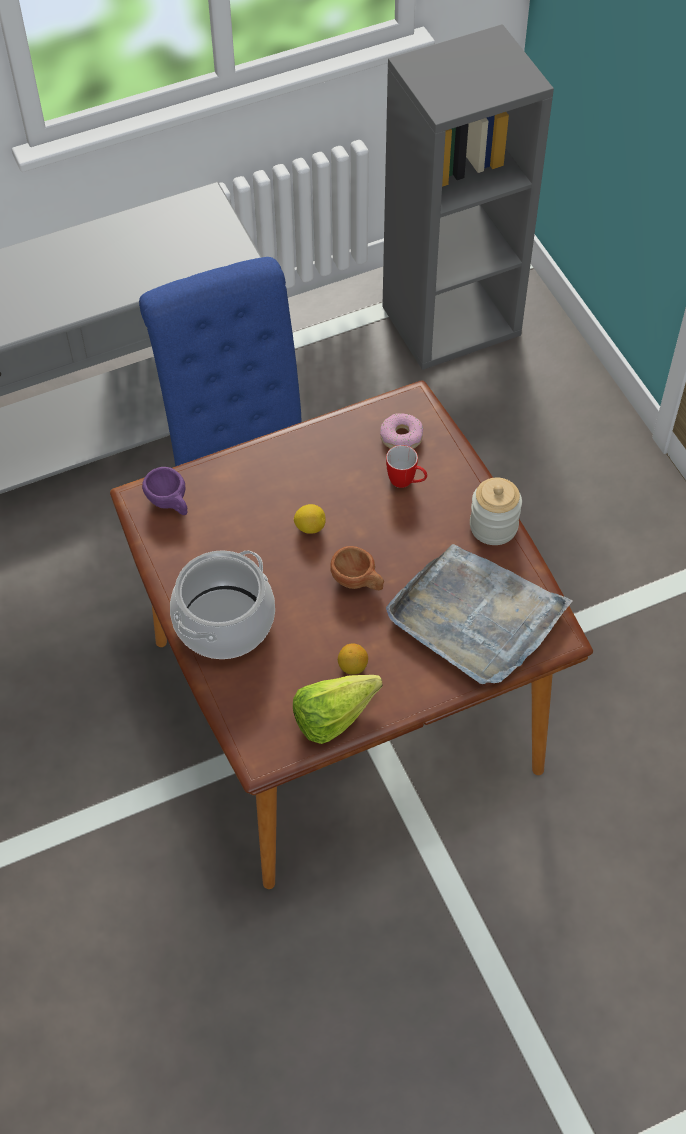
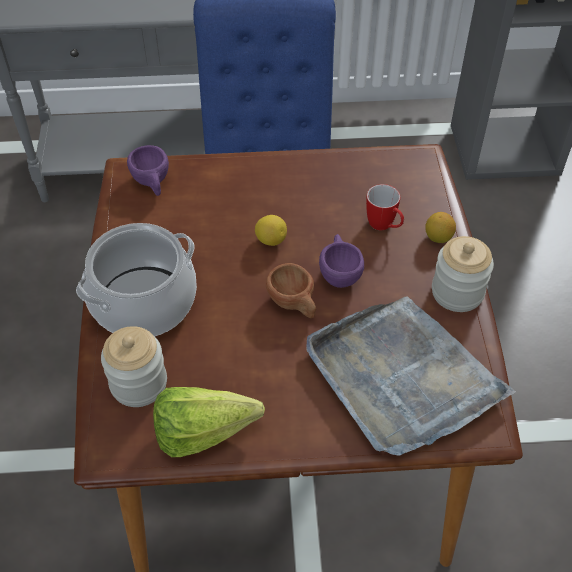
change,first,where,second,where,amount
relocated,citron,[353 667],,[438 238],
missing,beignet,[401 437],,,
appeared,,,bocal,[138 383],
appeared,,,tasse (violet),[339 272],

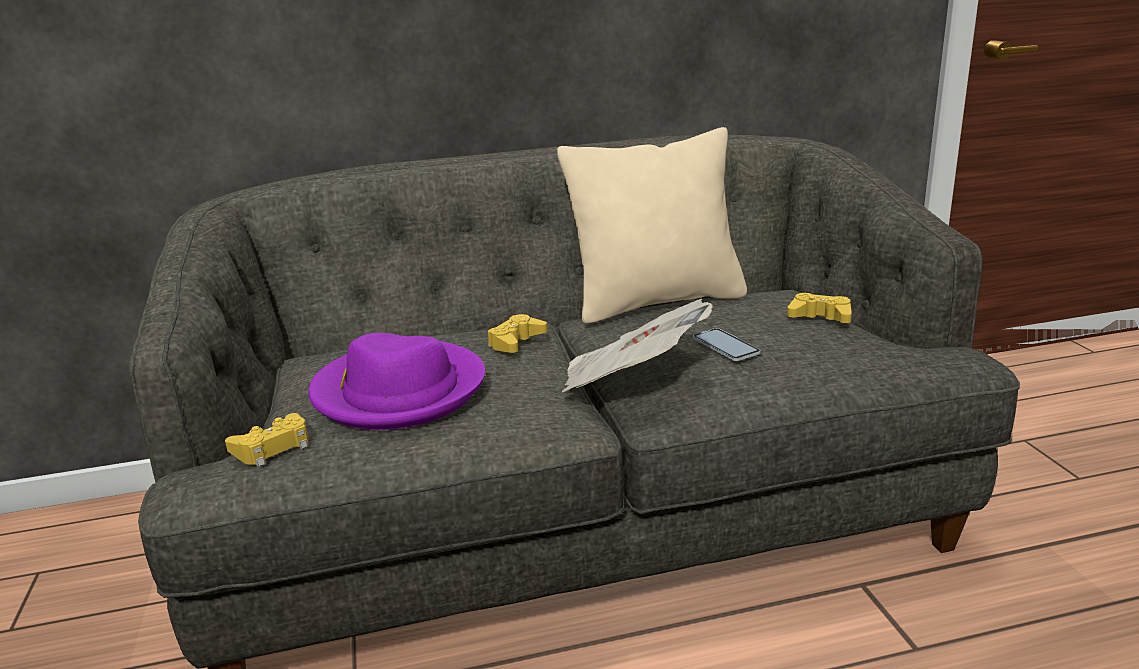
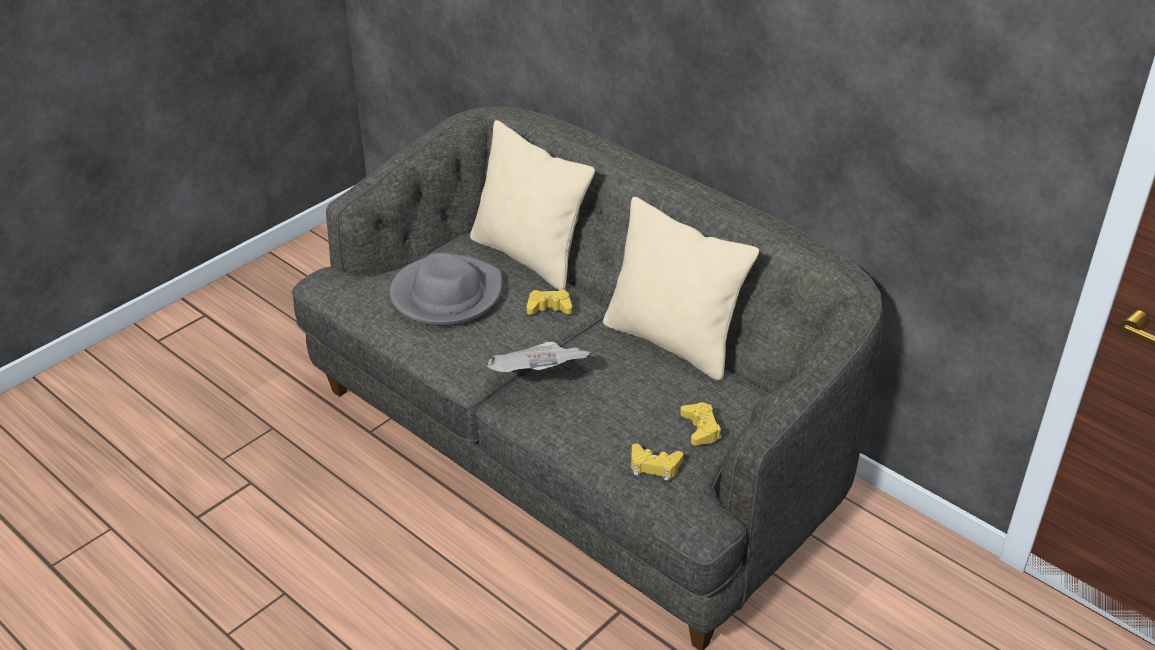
change,first,where,second,where,amount
relocated,manette (jaune),[273 447],,[654 466],
colour,chapeau (violet),[399 391],chapeau (gris),[446 295],
missing,téléphone,[725 346],,,
appeared,,,coussin (beige),[529 256],

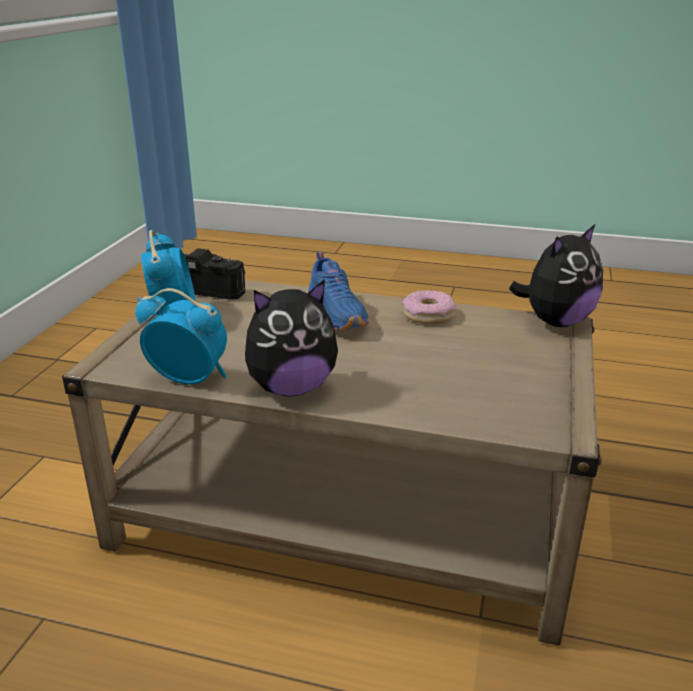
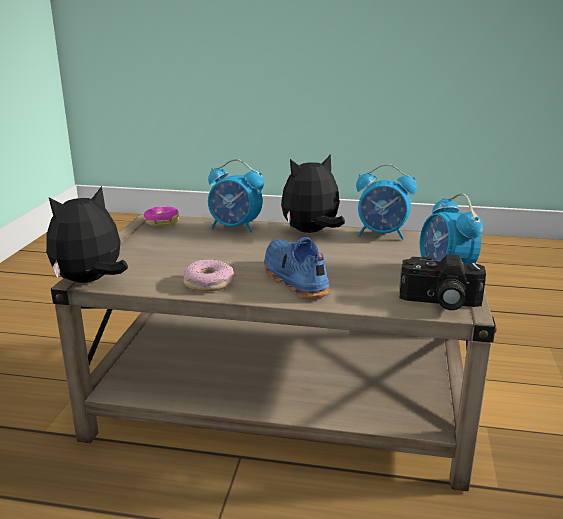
change,first,where,second,where,amount
appeared,,,beignet,[161 222],
appeared,,,réveil,[235 228],

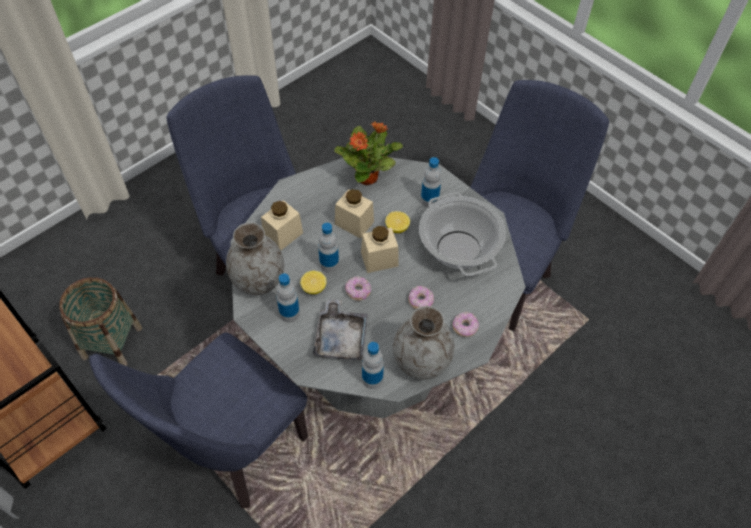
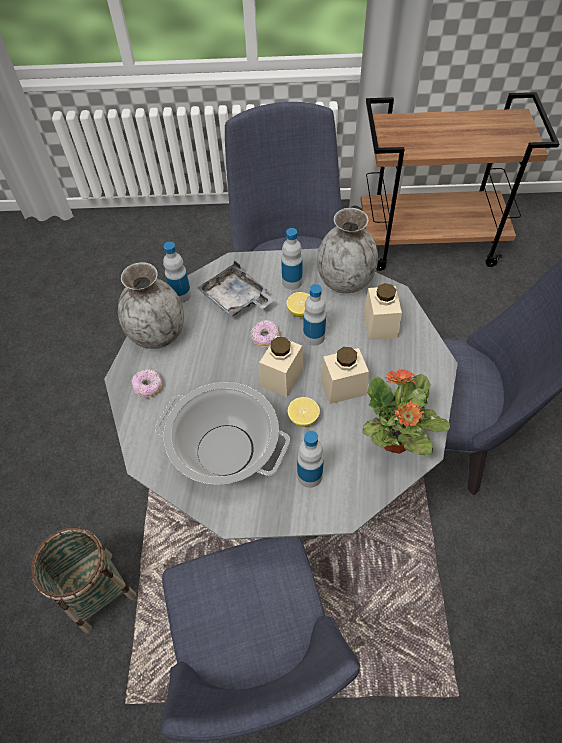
change,first,where,second,where,amount
relocated,panier,[112 342],,[98 591],
missing,beignet,[420 301],,,

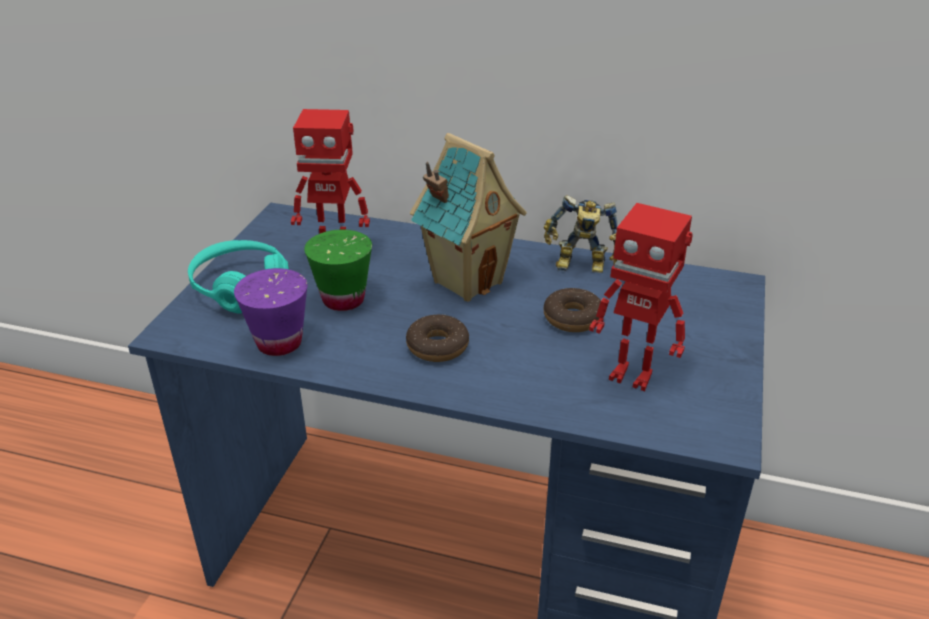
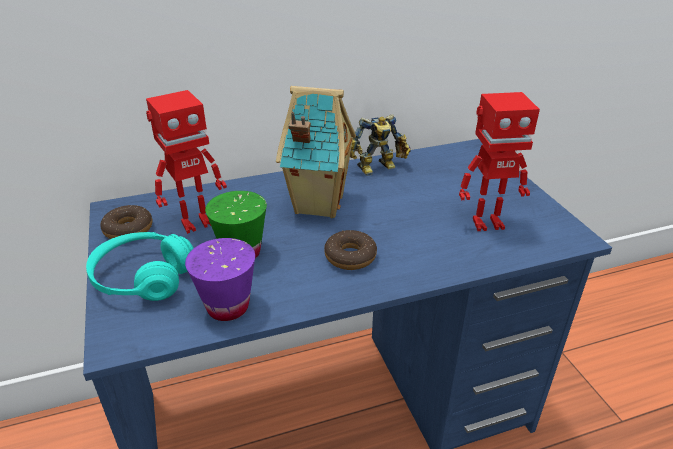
change,first,where,second,where,amount
relocated,beignet,[572 318],,[128 229],

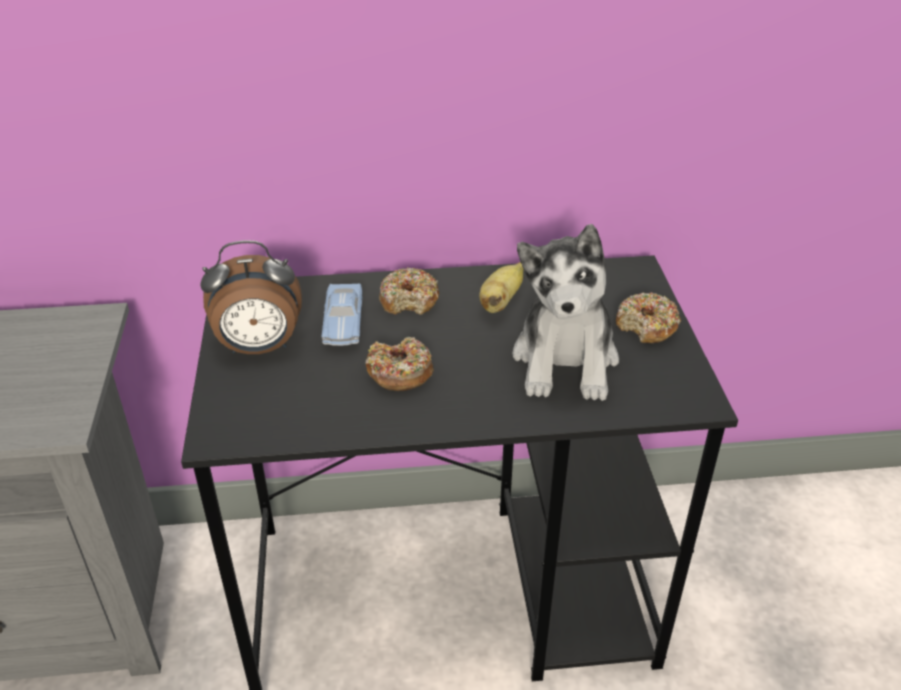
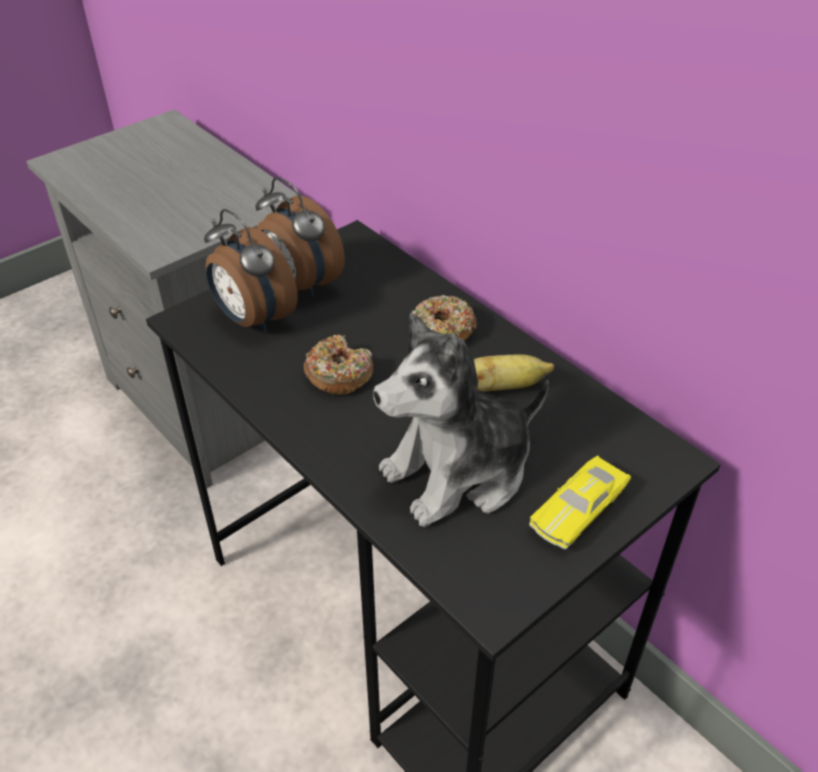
change,first,where,second,where,amount
missing,petite voiture (bleu),[343 323],,,
exchanged,beignet,[647 326],petite voiture (jaune),[578 511],
appeared,,,réveil,[252 319],

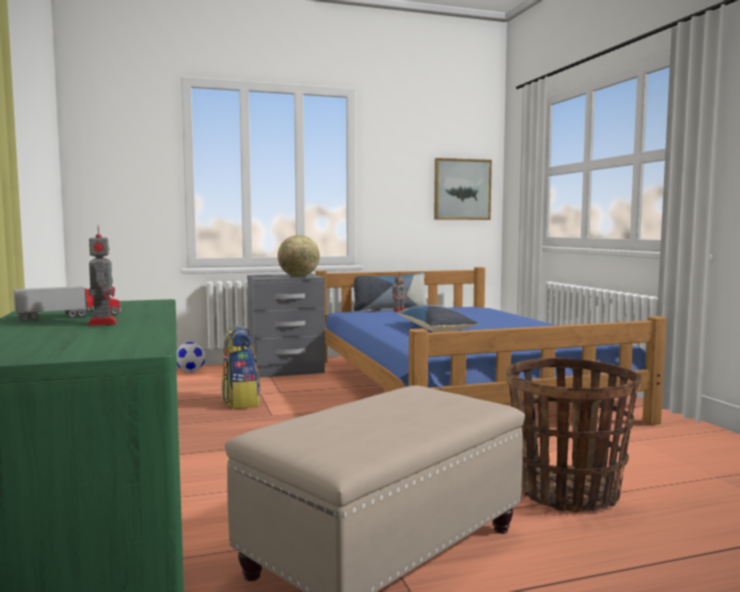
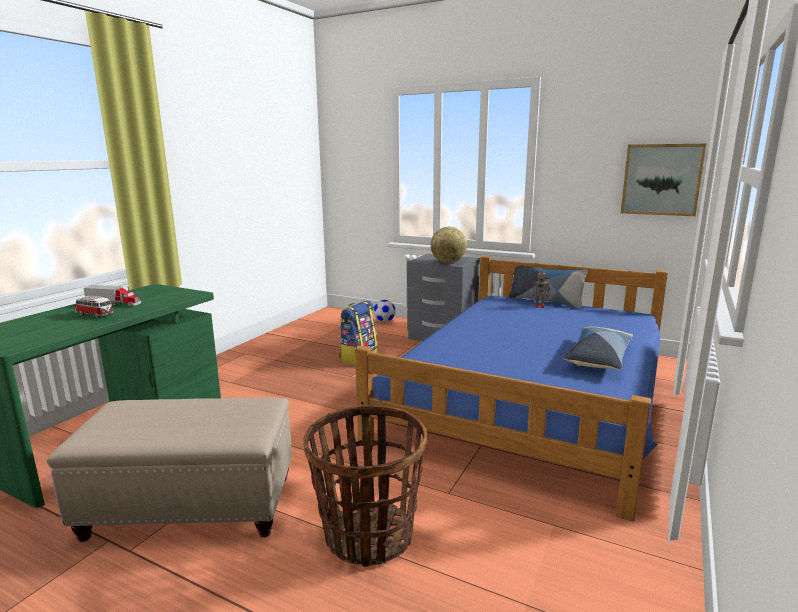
change,first,where,second,where,amount
exchanged,robot jouet,[102 323],petite voiture,[96 315],
relocated,coussin,[435 329],,[598 357],

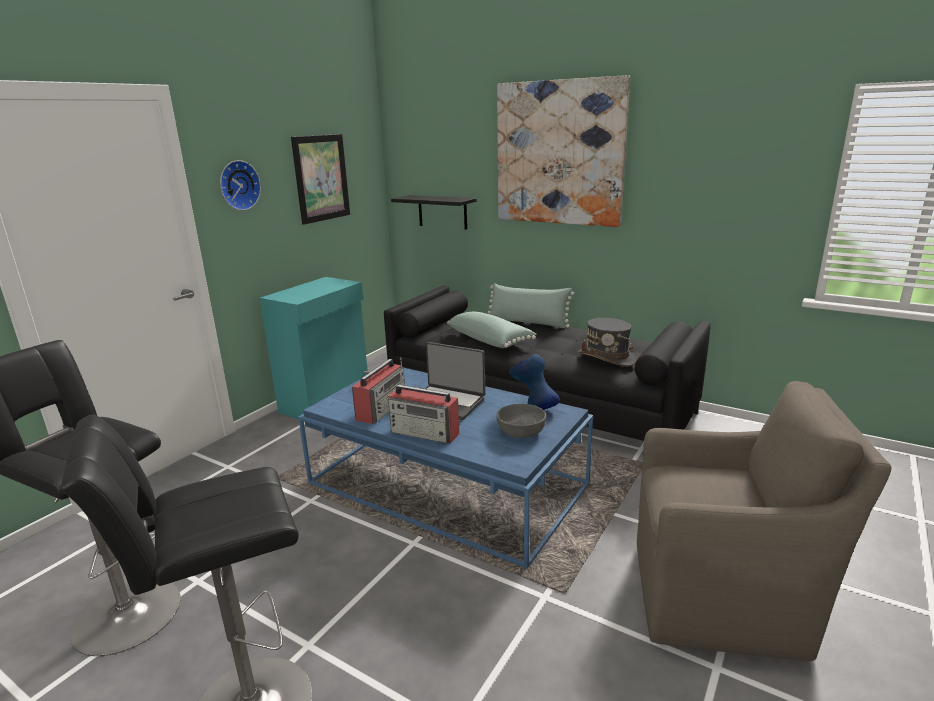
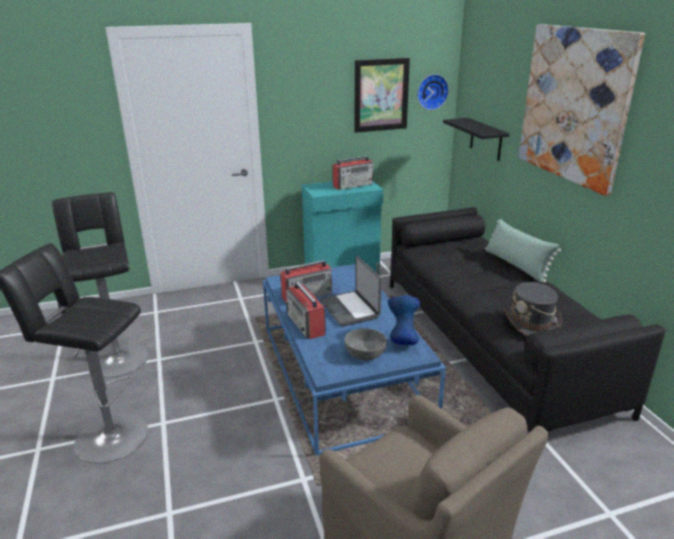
change,first,where,second,where,amount
relocated,horloge murale,[238 185],,[431 91],
missing,coussin (vert),[490 340],,,
appeared,,,radio,[353 185],

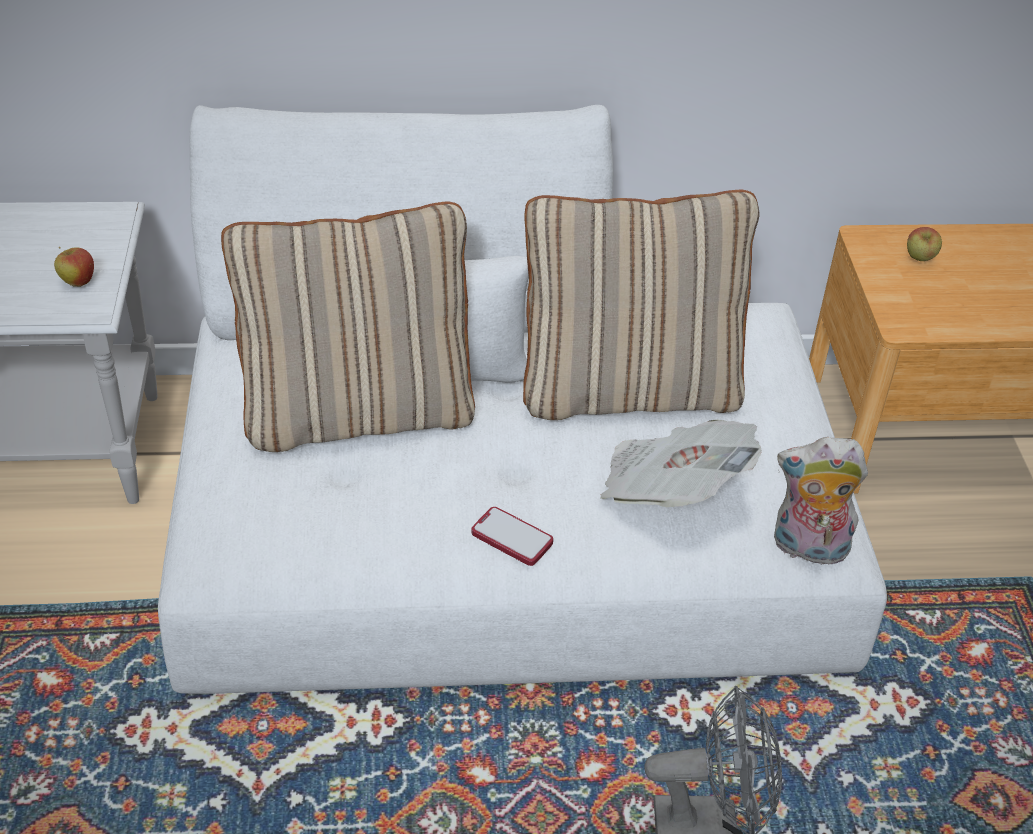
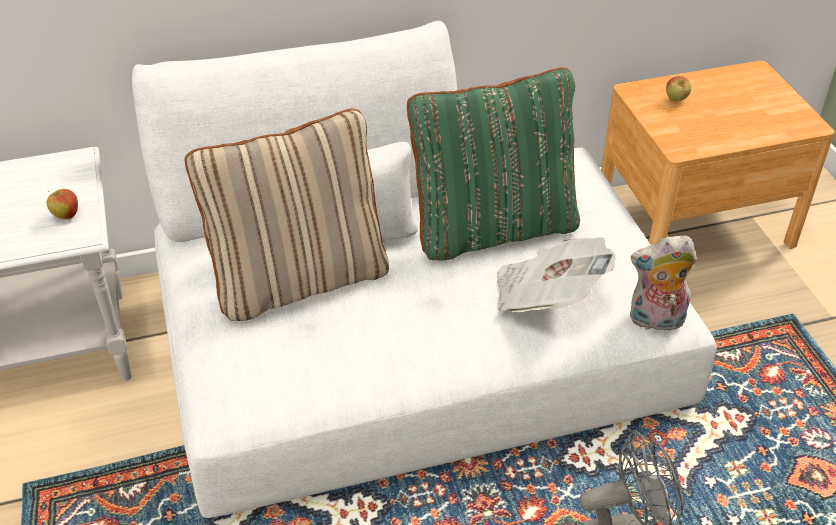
change,first,where,second,where,amount
missing,téléphone,[512 538],,,
colour,coussin (beige),[628 388],coussin (vert),[493 227],

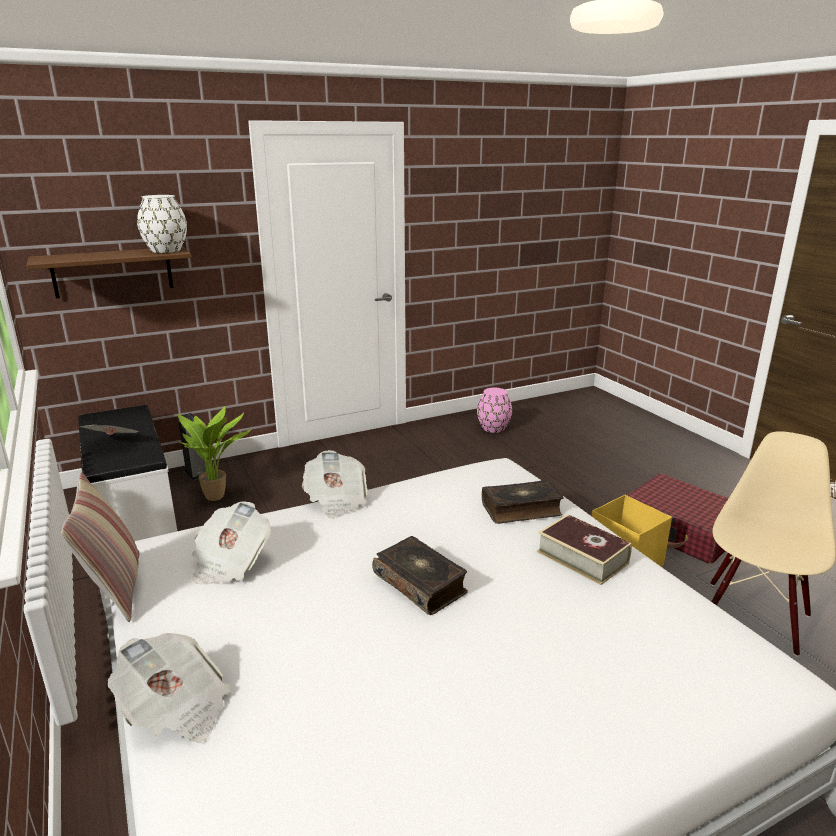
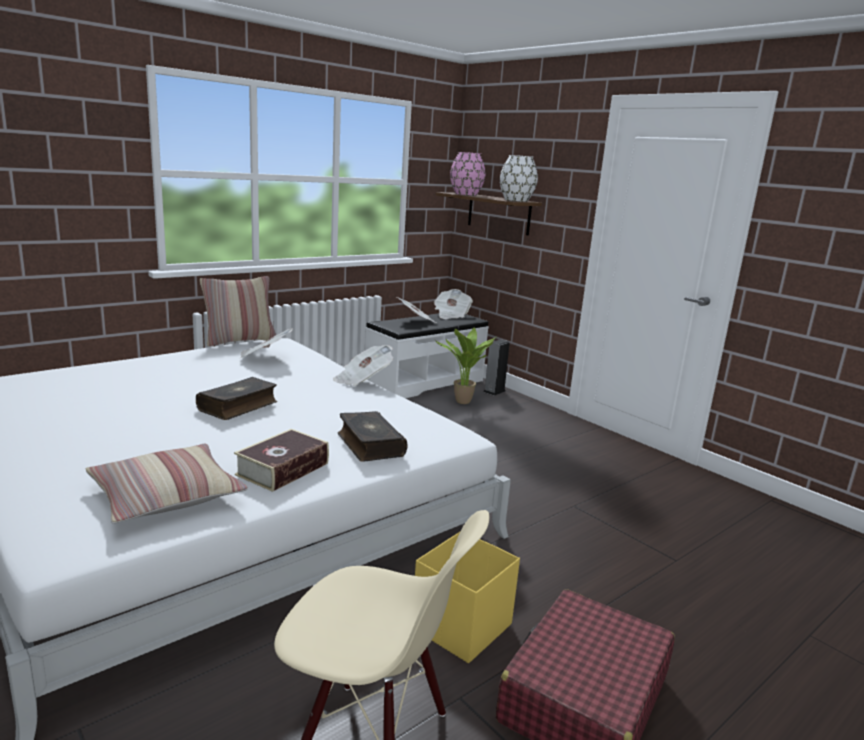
change,first,where,second,where,amount
relocated,journal,[176 709],,[451 315],
relocated,vase (rose),[493 428],,[465 194],
appeared,,,coussin,[166 495],

